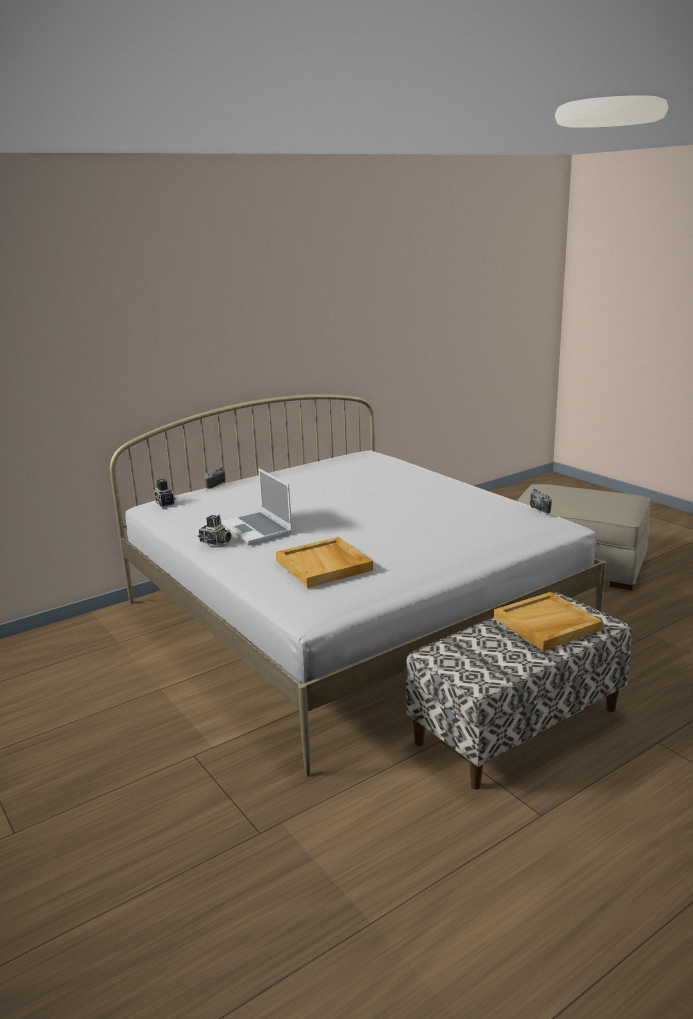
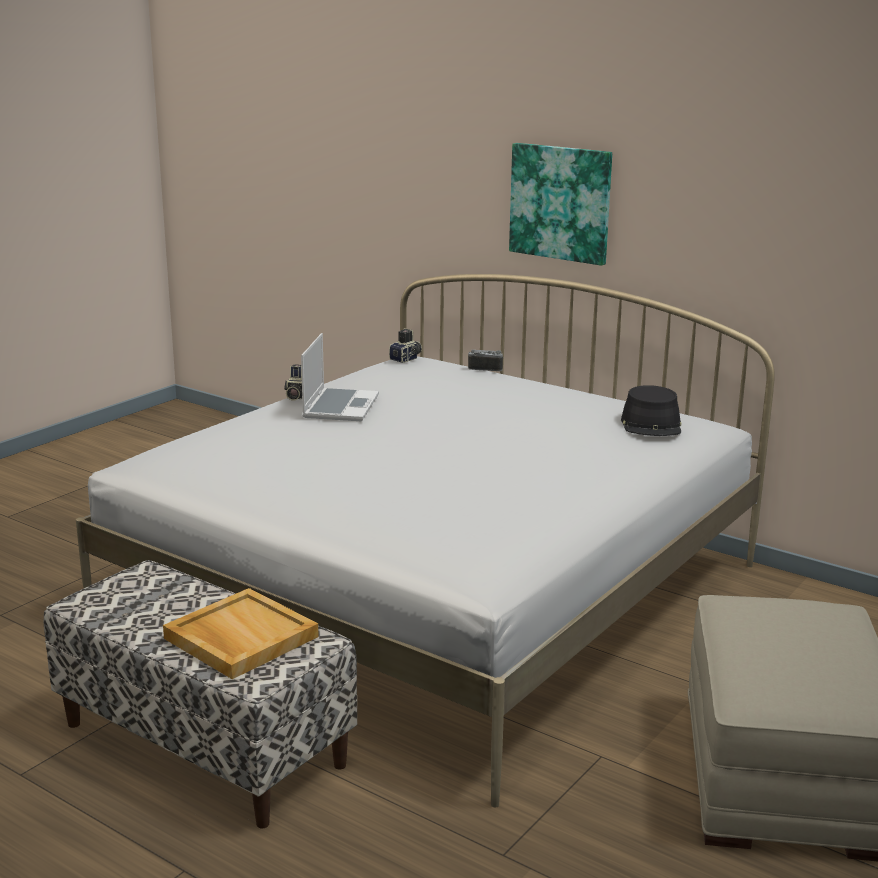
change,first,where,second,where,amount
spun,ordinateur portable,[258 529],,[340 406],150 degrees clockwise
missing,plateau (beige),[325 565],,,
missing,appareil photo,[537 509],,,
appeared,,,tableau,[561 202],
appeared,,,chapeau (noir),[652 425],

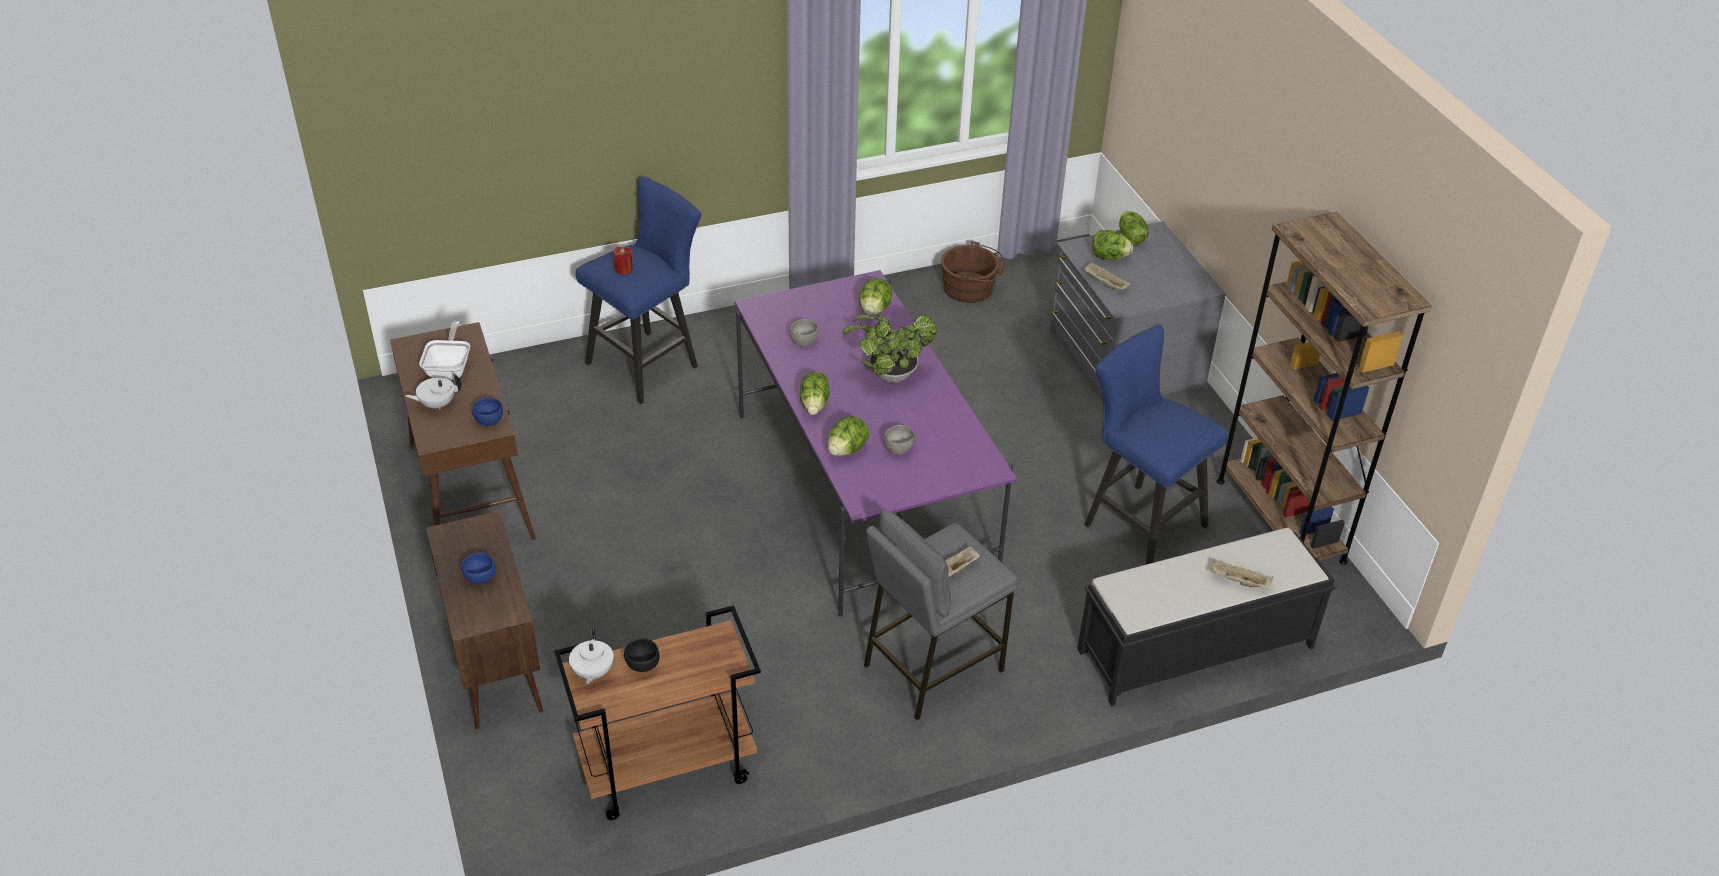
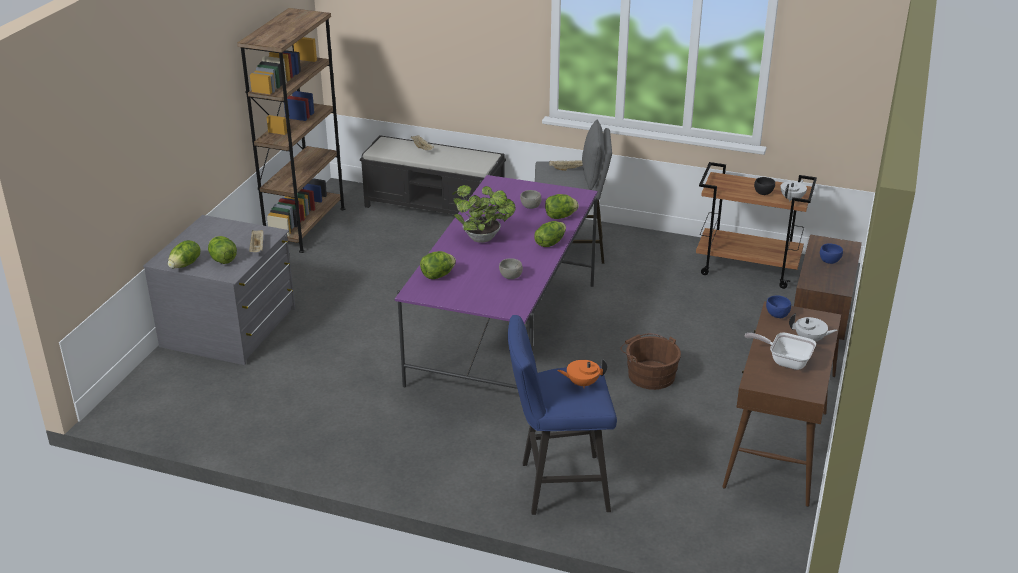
change,first,where,second,where,amount
spun,poêle,[450 368],,[785 361],75 degrees clockwise
exchanged,bougie (rouge),[623 269],théière (orange),[582 383],
relocated,seau (marron),[971 288],,[649 374],
missing,tabouret (bleu),[1137 522],,,

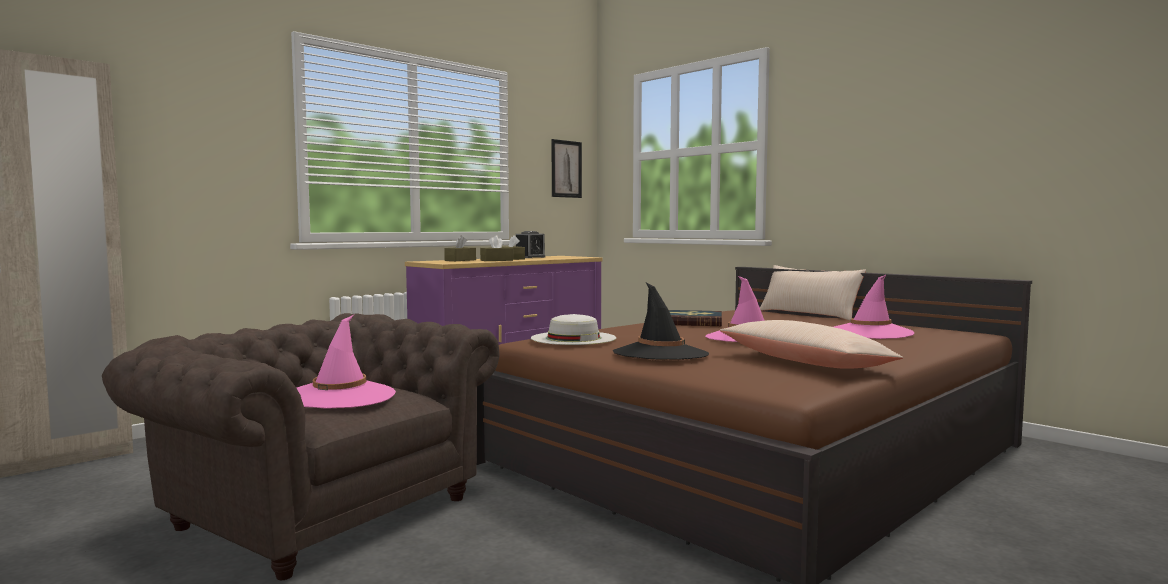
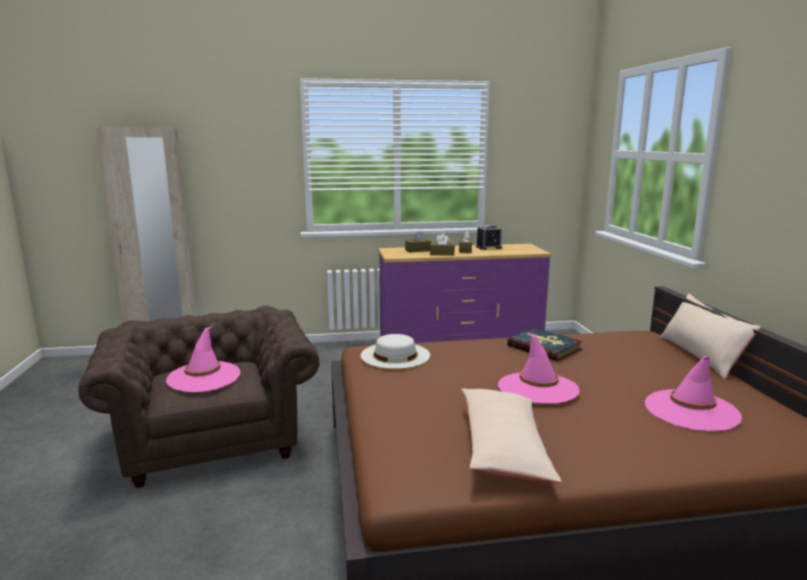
change,first,where,second,where,amount
missing,tableau,[566 169],,,
missing,chapeau (noir),[660 354],,,

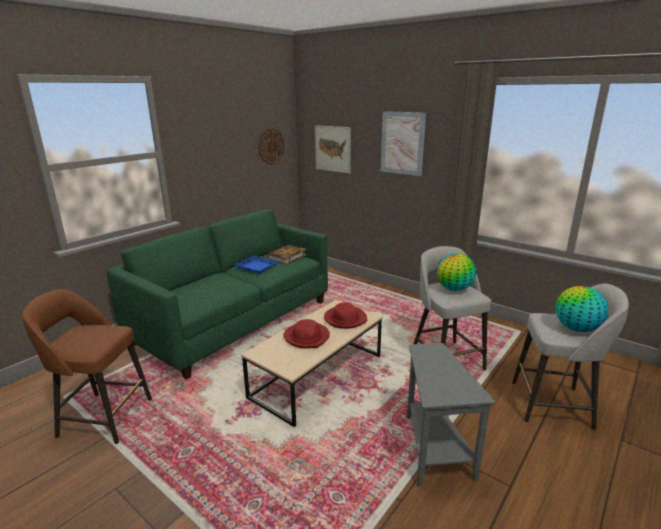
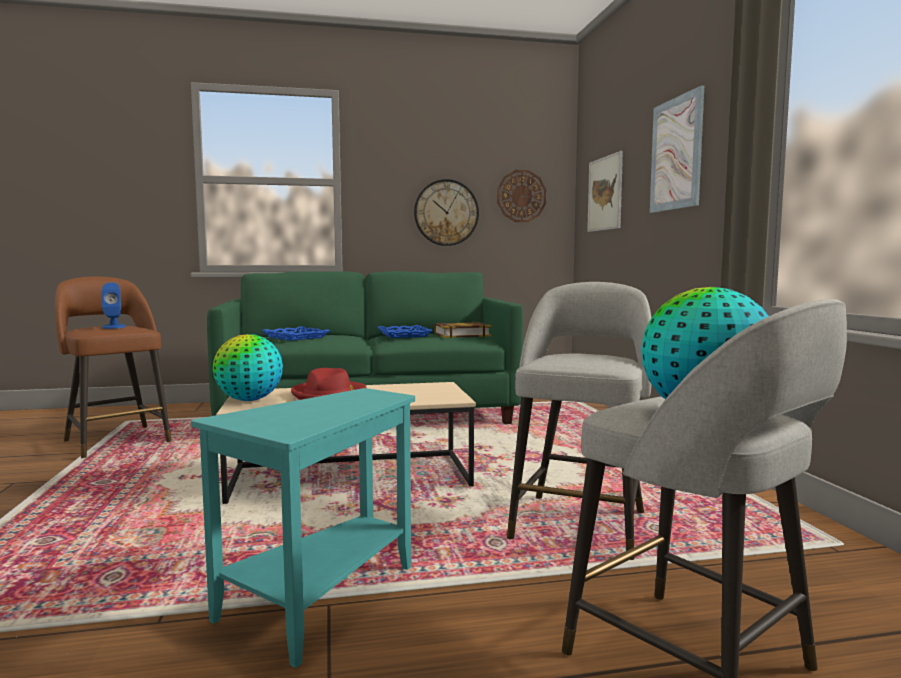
change,first,where,second,where,amount
missing,chapeau (rouge),[345 319],,,
colour,table d'appoint (gris),[434 451],table d'appoint (turquoise),[319 602],
relocated,globe,[454 289],,[249 400],
appeared,,,enceinte (bleu),[113 327],
appeared,,,plateau (bleu),[296 337],
appeared,,,horloge murale,[446 212],

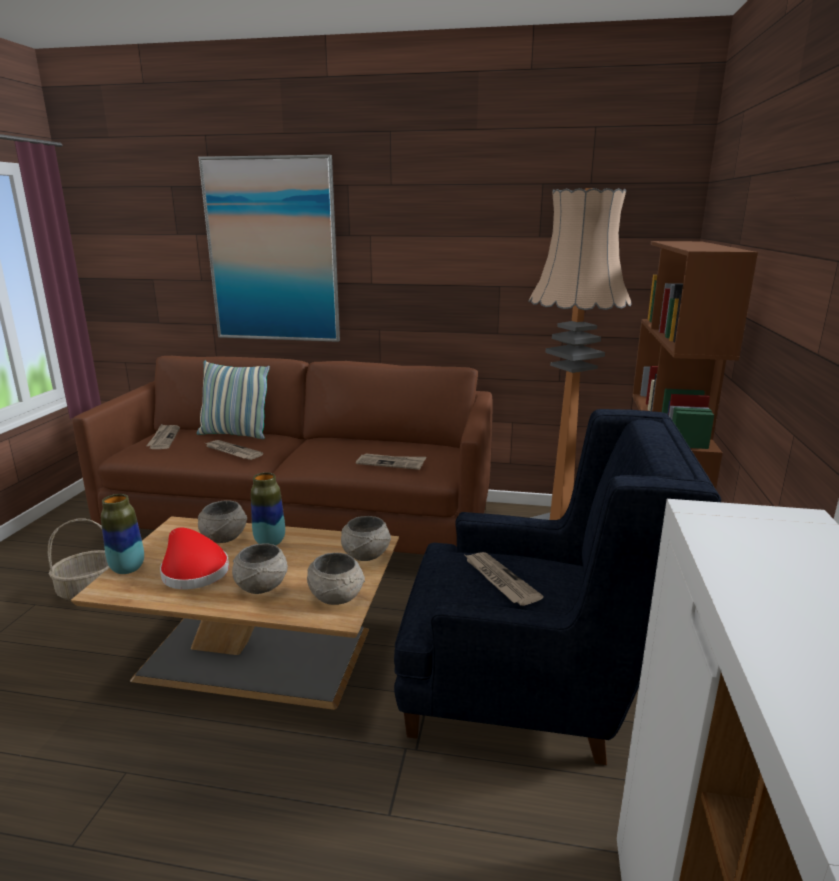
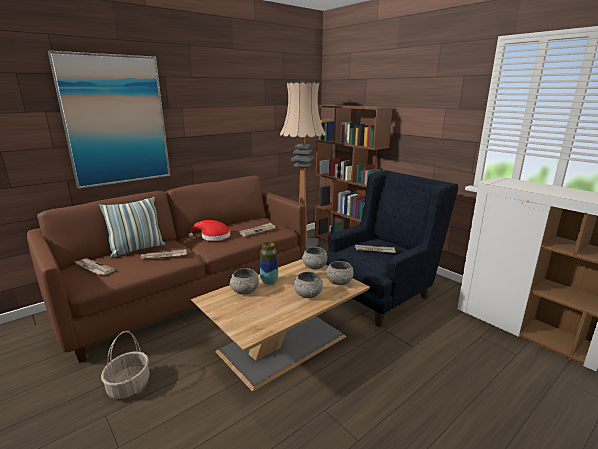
change,first,where,second,where,amount
missing,vase,[127 569],,,
relocated,chapeau (rouge),[193 571],,[213 236],

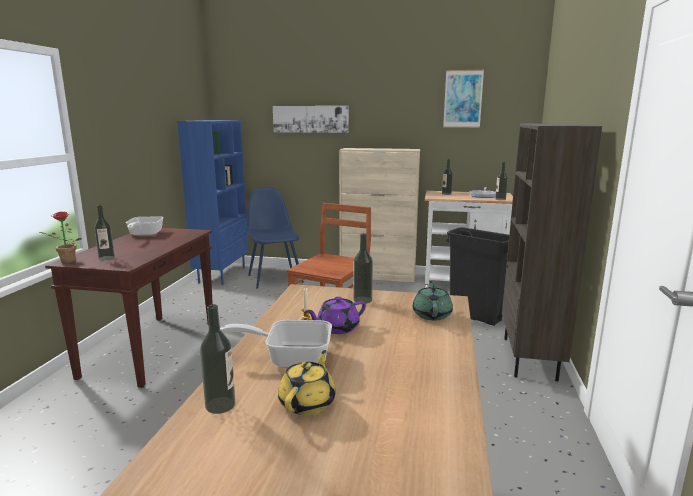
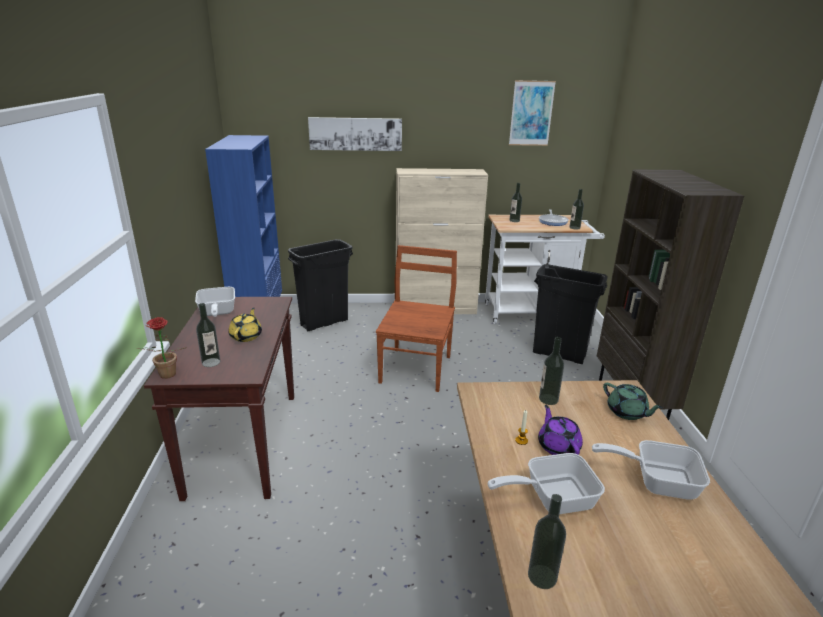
change,first,where,second,where,amount
exchanged,chaise (bleu),[275 278],poubelle (noir),[324 322],
relocated,théière (jaune),[308 402],,[246 336],
spun,théière (violet),[337 328],,[558 446],120 degrees clockwise
spun,théière (vert),[432 314],,[627 412],150 degrees clockwise
appeared,,,poêle,[656 481],

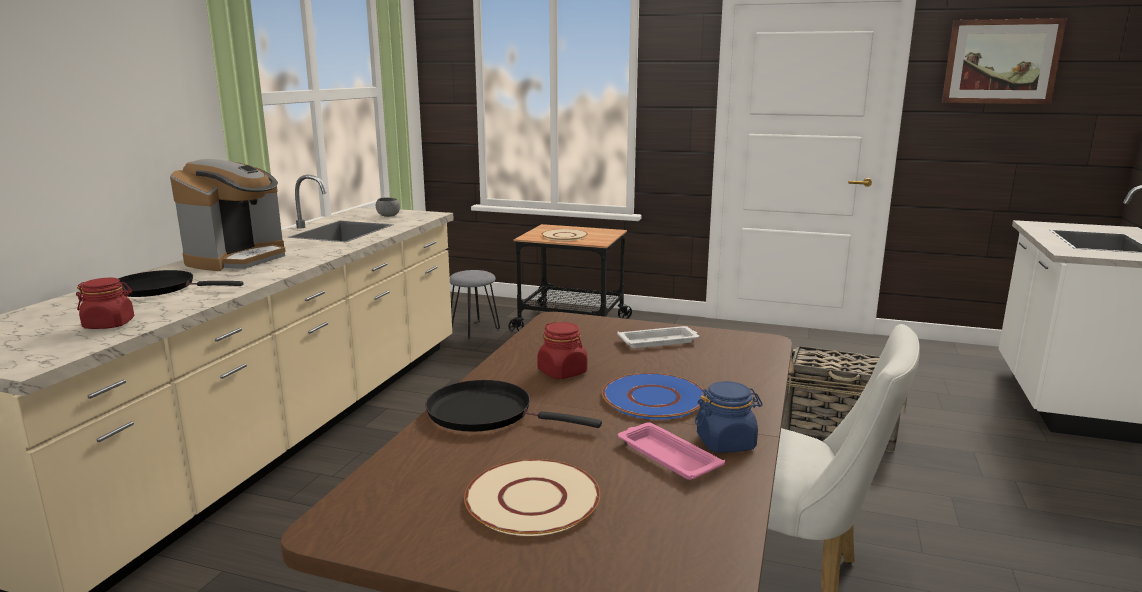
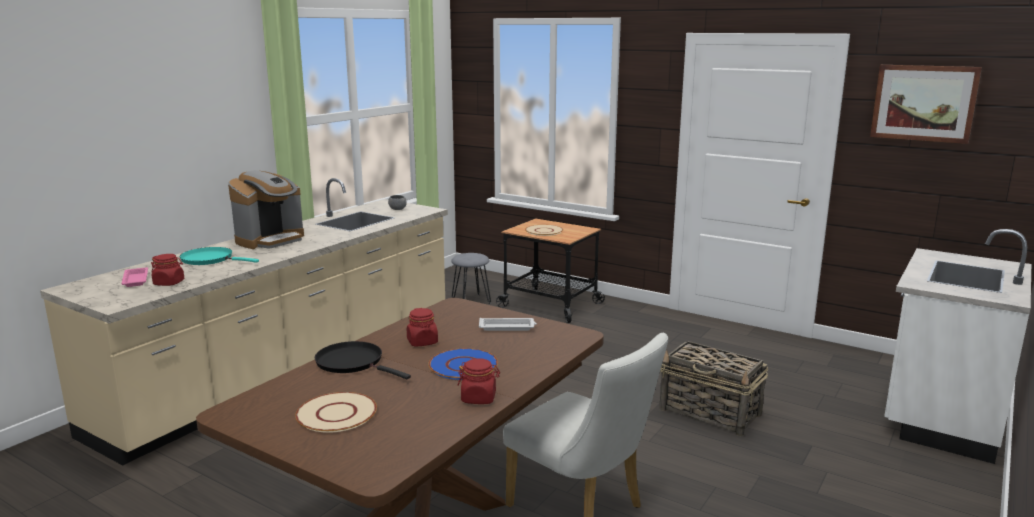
change,first,where,second,where,amount
colour,poêle (noir),[159 288],poêle (turquoise),[210 259],
relocated,plateau (rose),[666 456],,[135 279],
colour,bocal (bleu),[726 443],bocal (rouge),[479 398],

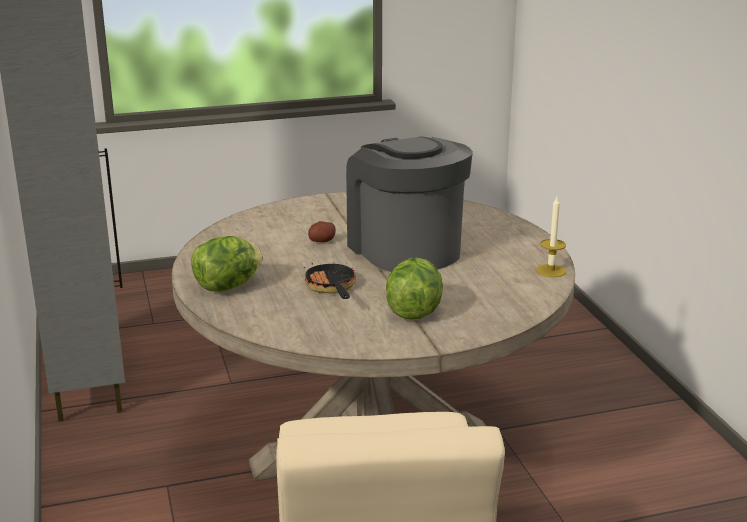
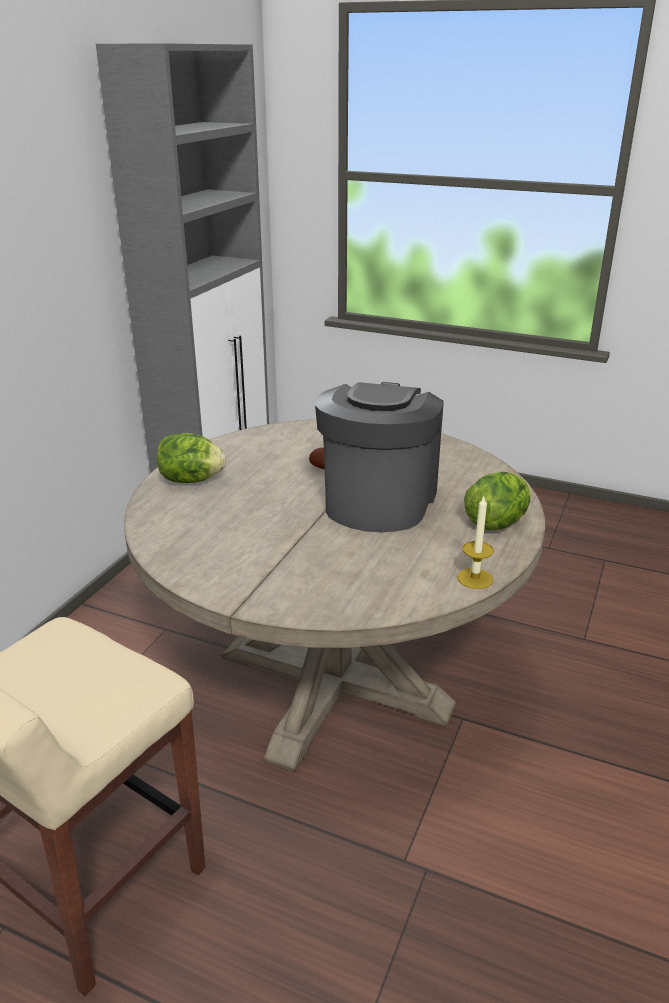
change,first,where,second,where,amount
missing,poêle,[331 288],,,
relocated,laitue,[414 311],,[496 523],

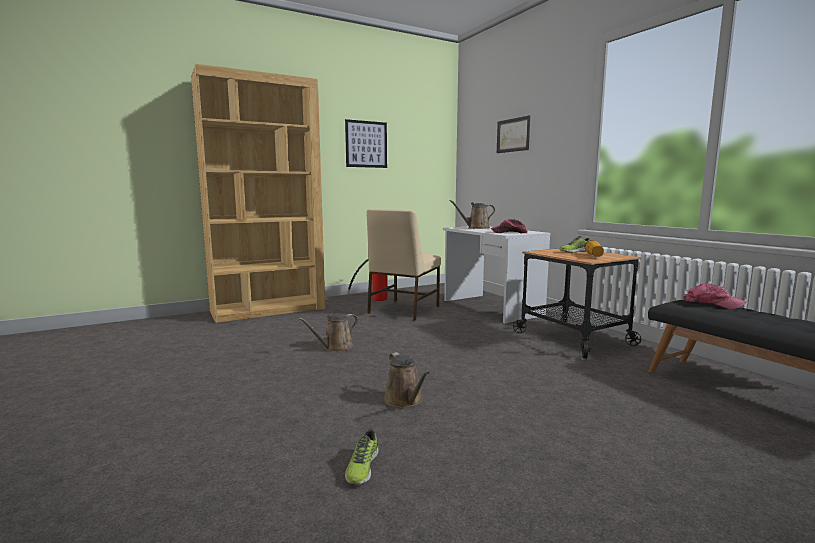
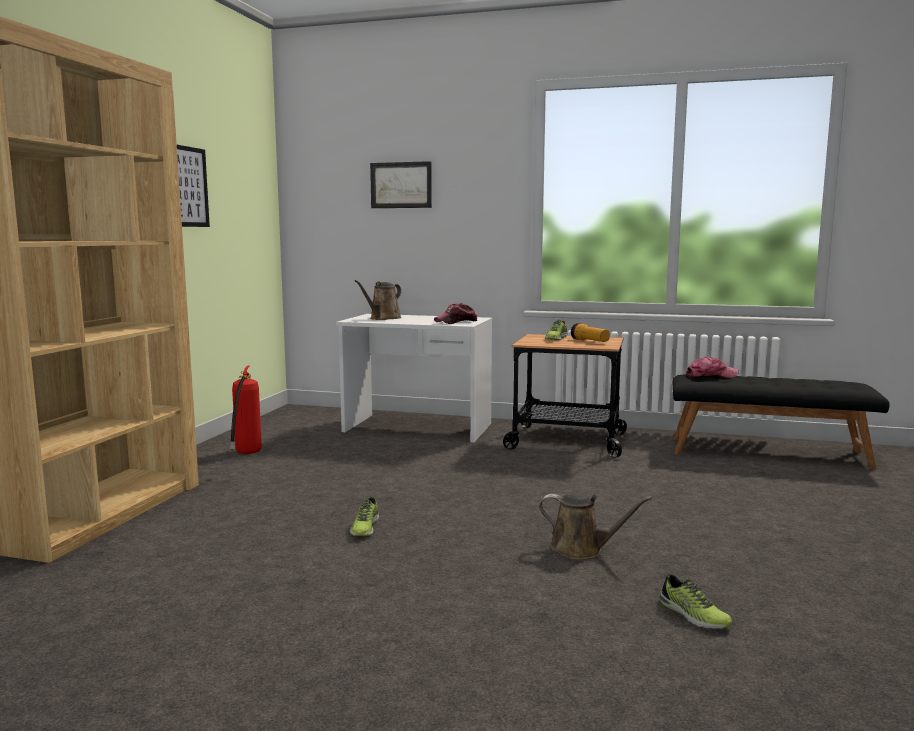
change,first,where,second,where,amount
exchanged,arrosoir (marron),[335 347],chaussure,[364 528],
missing,chaise (beige),[403 310],,,

